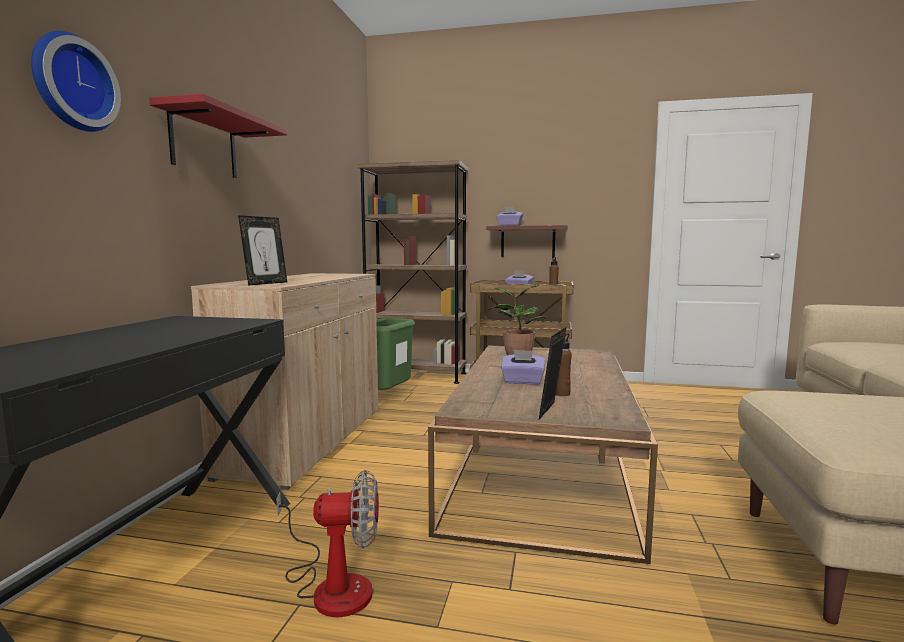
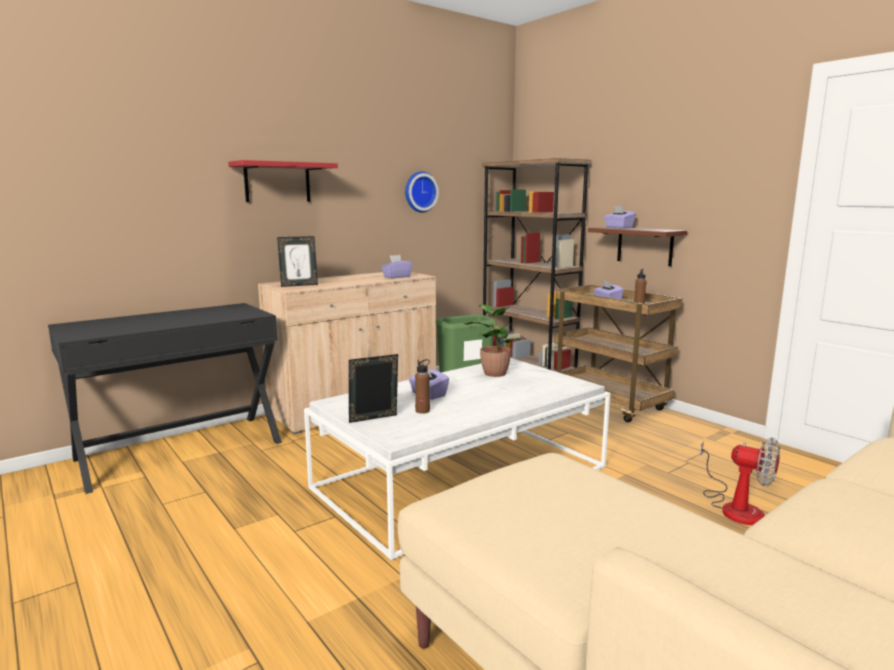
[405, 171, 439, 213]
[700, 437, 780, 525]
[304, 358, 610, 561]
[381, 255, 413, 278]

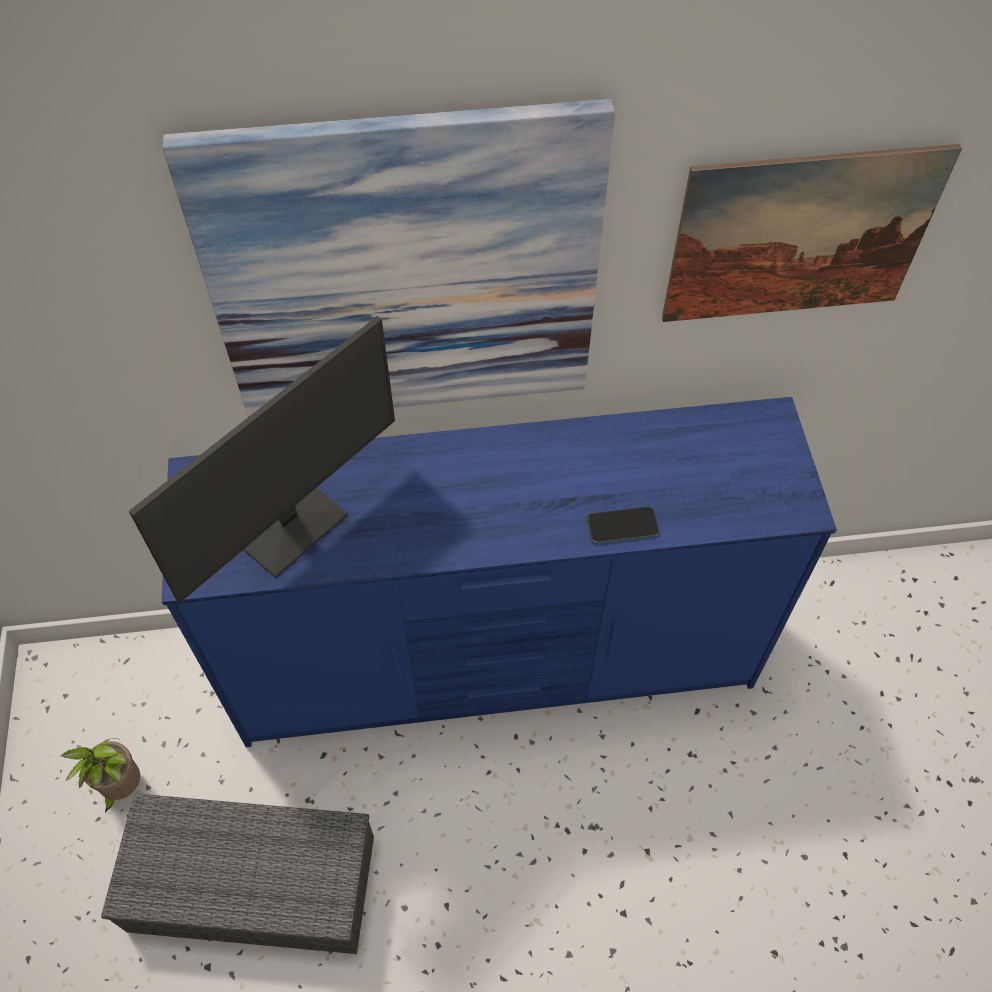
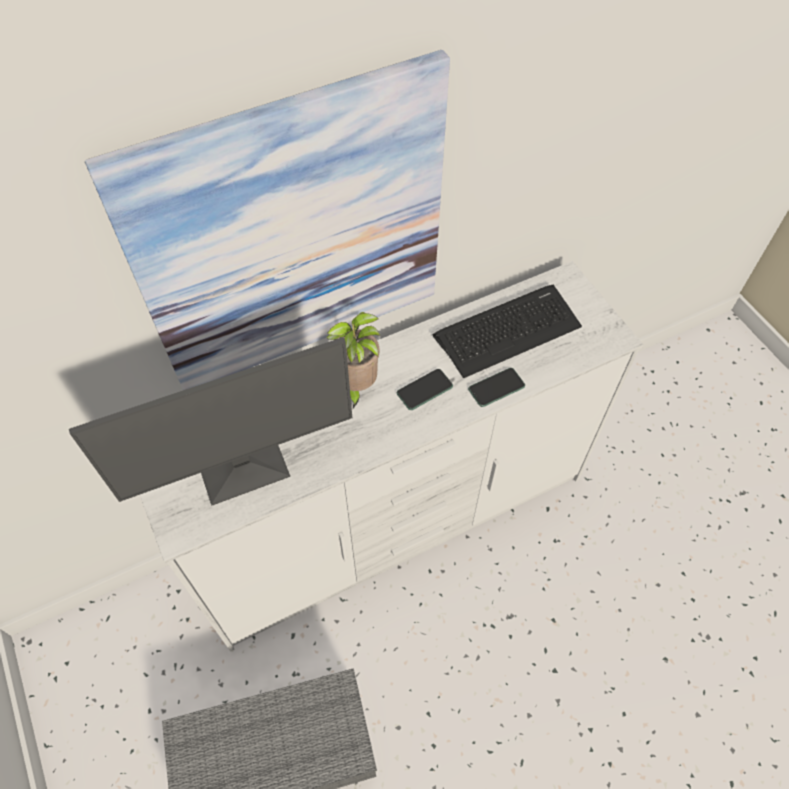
[326, 312, 380, 408]
[69, 337, 352, 505]
[140, 261, 643, 651]
[662, 144, 962, 322] (first image)
[397, 369, 453, 410]
[432, 285, 582, 378]

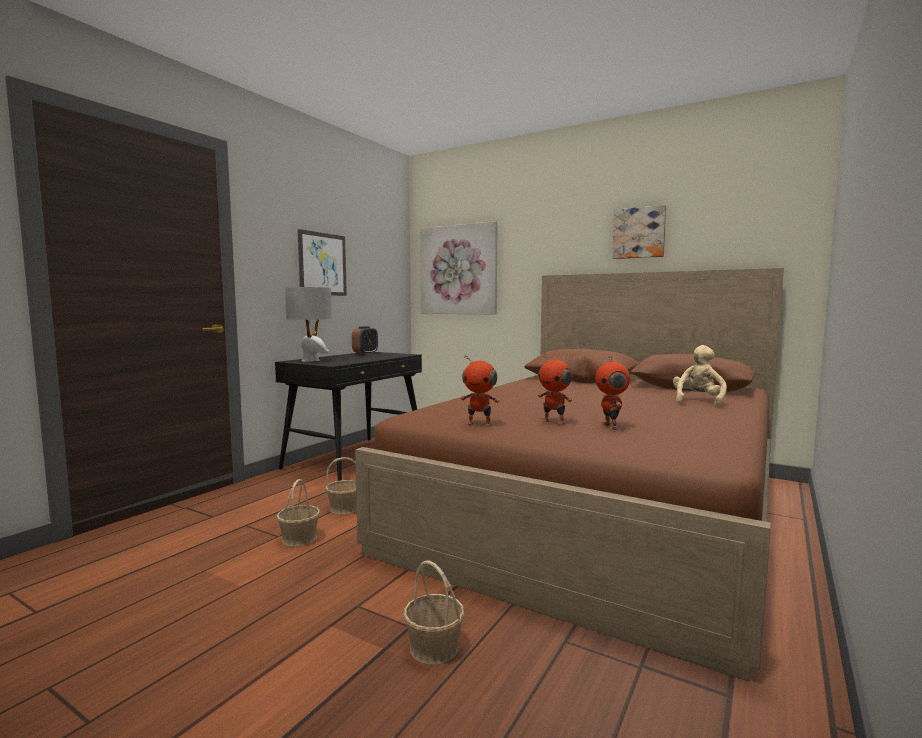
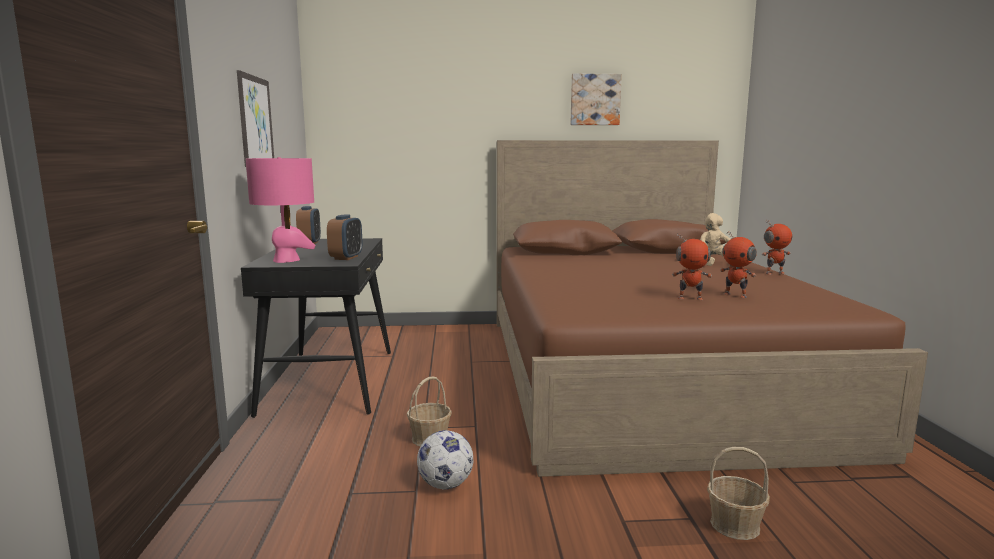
[417, 430, 473, 489]
[246, 157, 316, 263]
[420, 221, 498, 314] (first image)
[762, 221, 793, 275]
[327, 215, 363, 260]

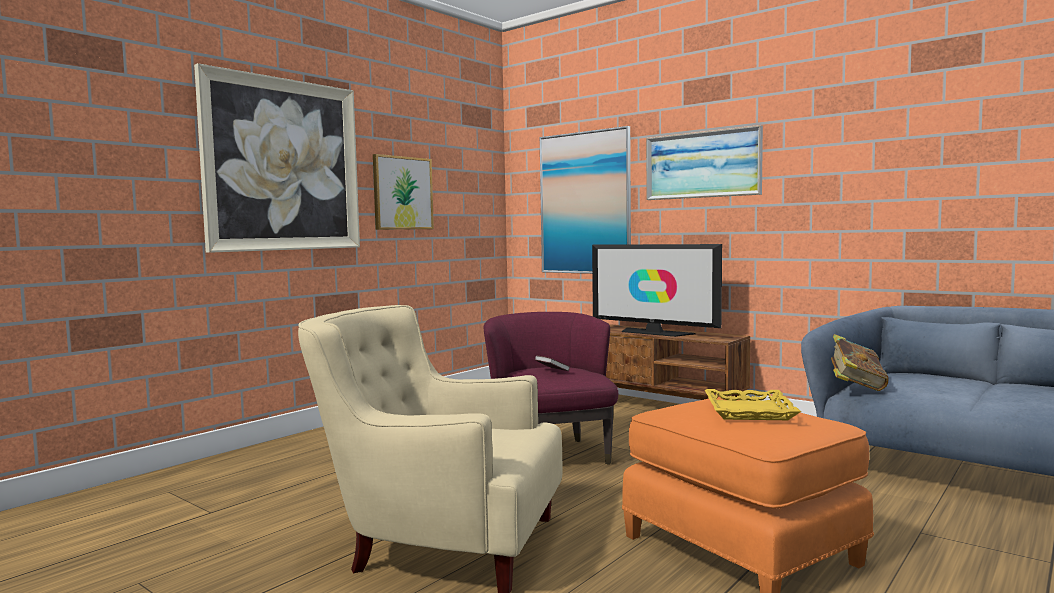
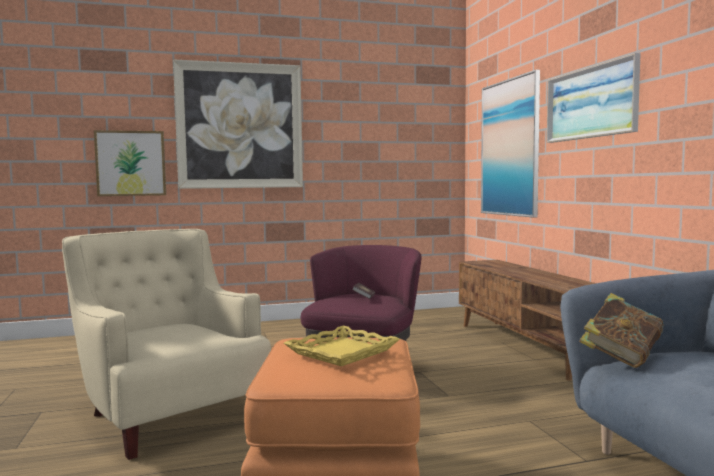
[94, 130, 166, 196]
[592, 244, 722, 337] (first image)

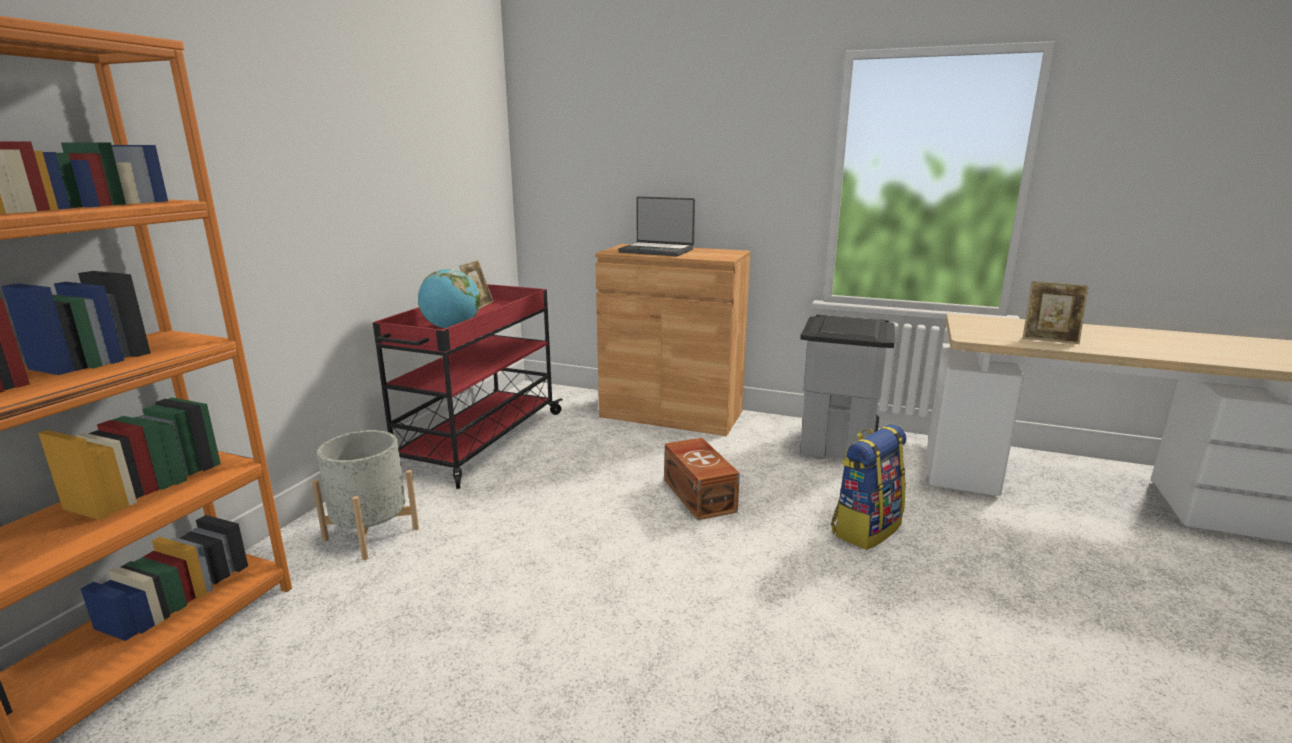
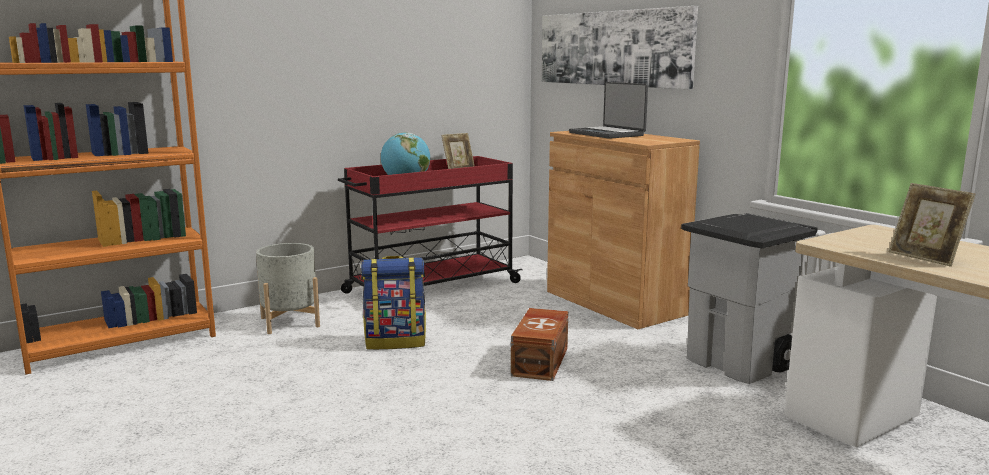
[361, 256, 426, 350]
[542, 6, 698, 89]

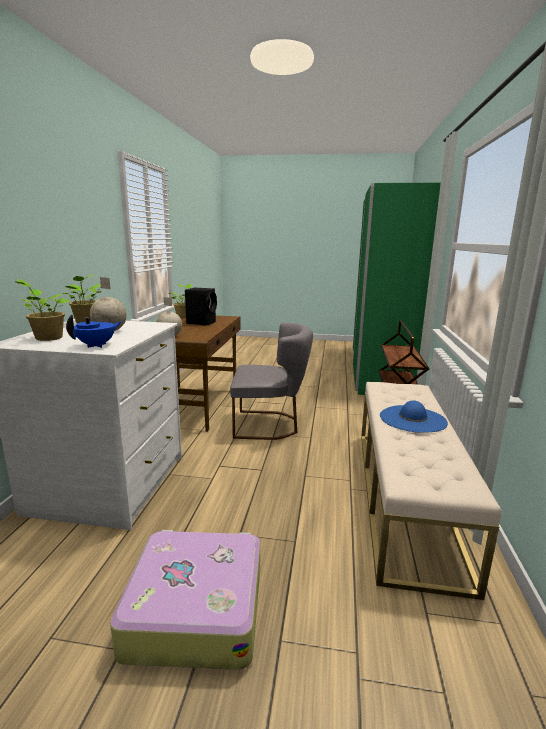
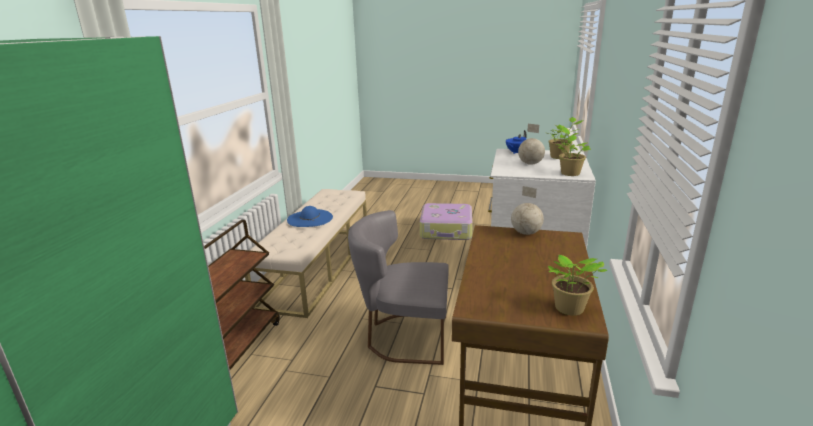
[185, 288, 217, 325] (first image)

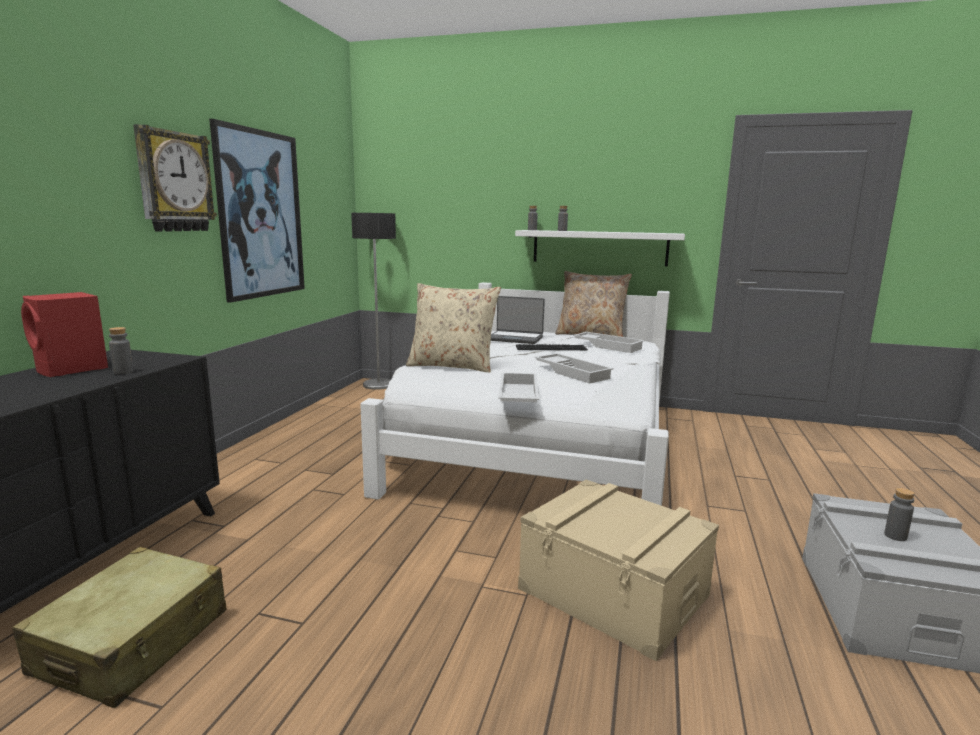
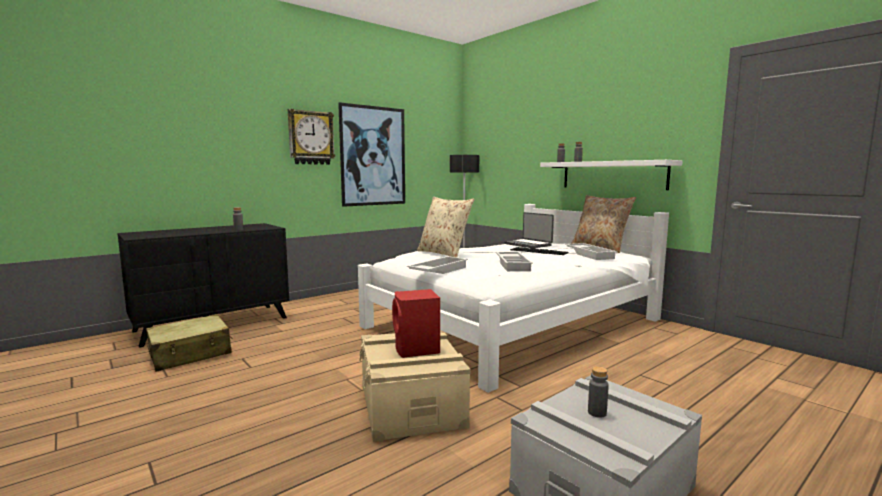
[392, 289, 440, 358]

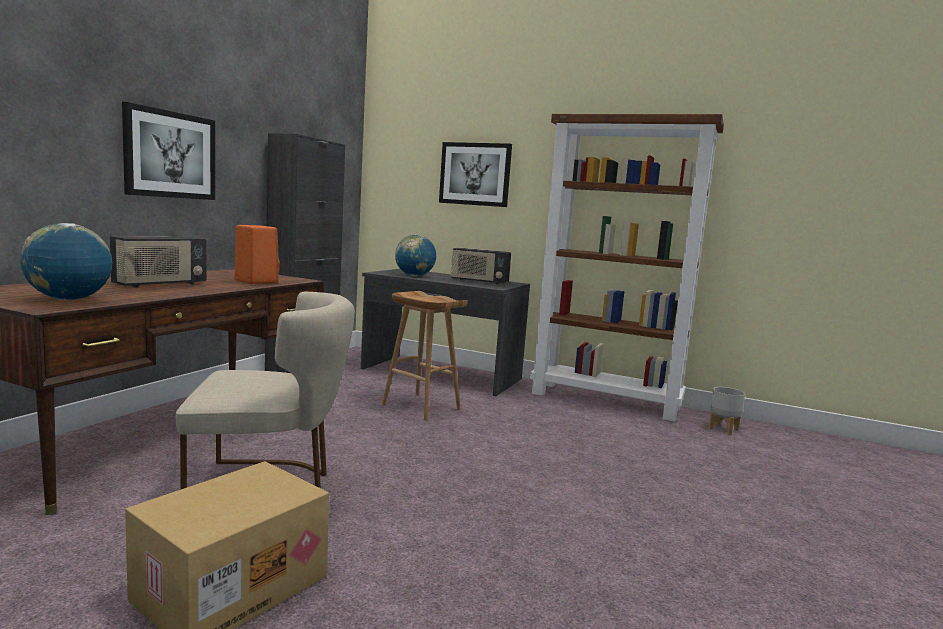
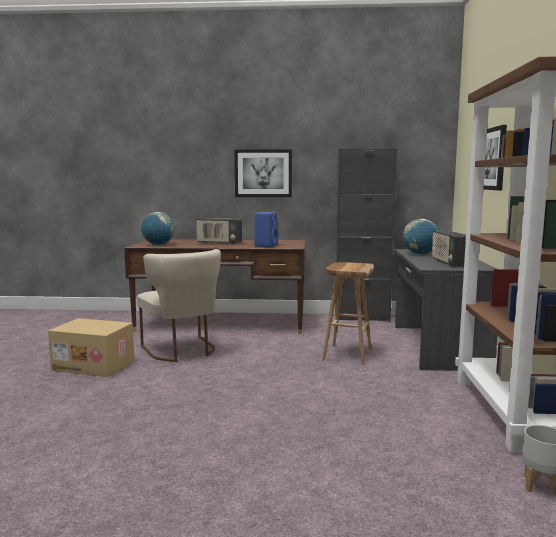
[255, 212, 278, 247]

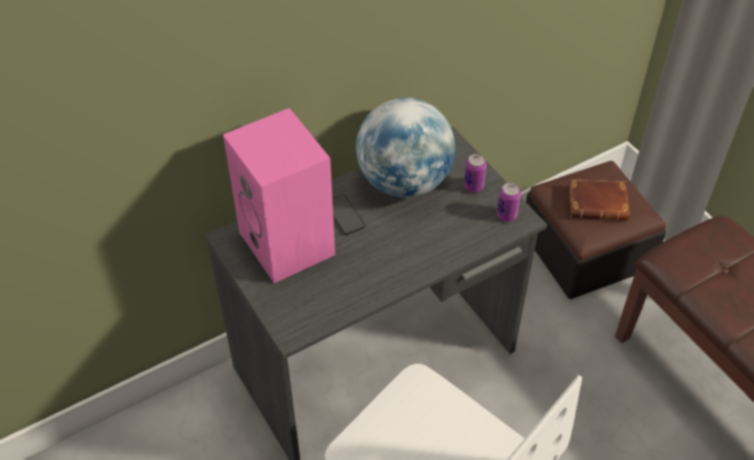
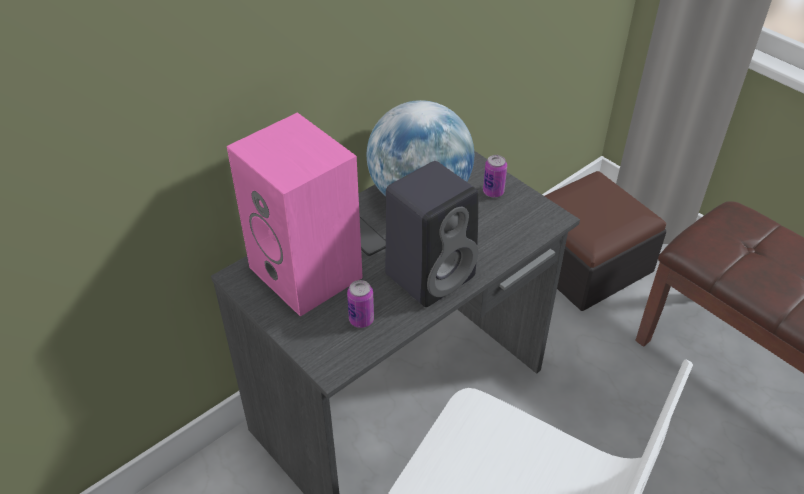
[347, 280, 374, 328]
[568, 179, 630, 220] (first image)
[385, 161, 478, 307]

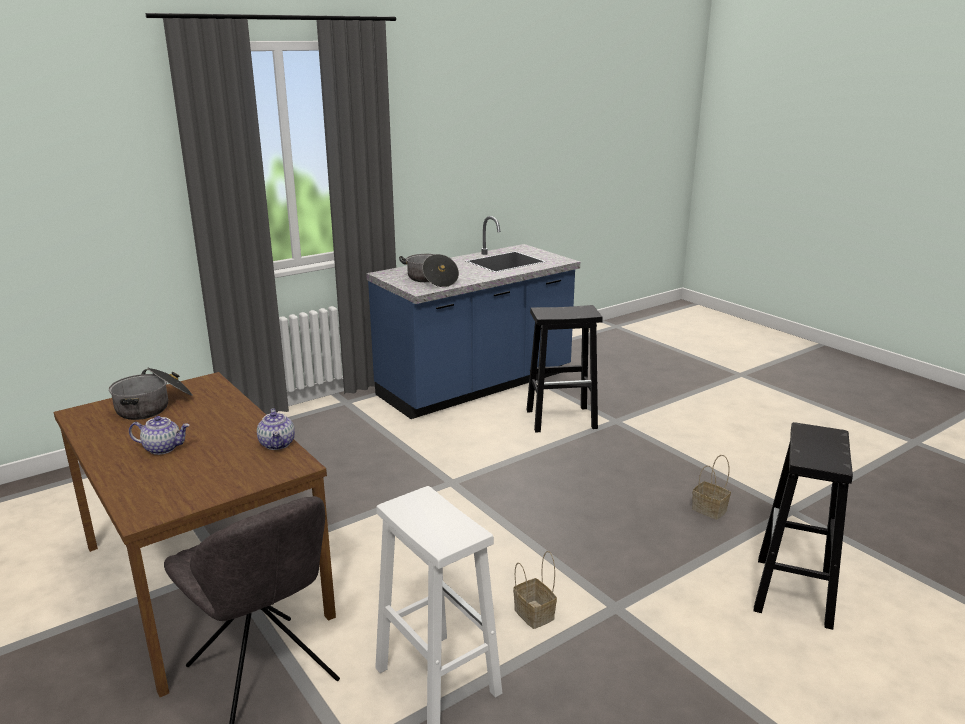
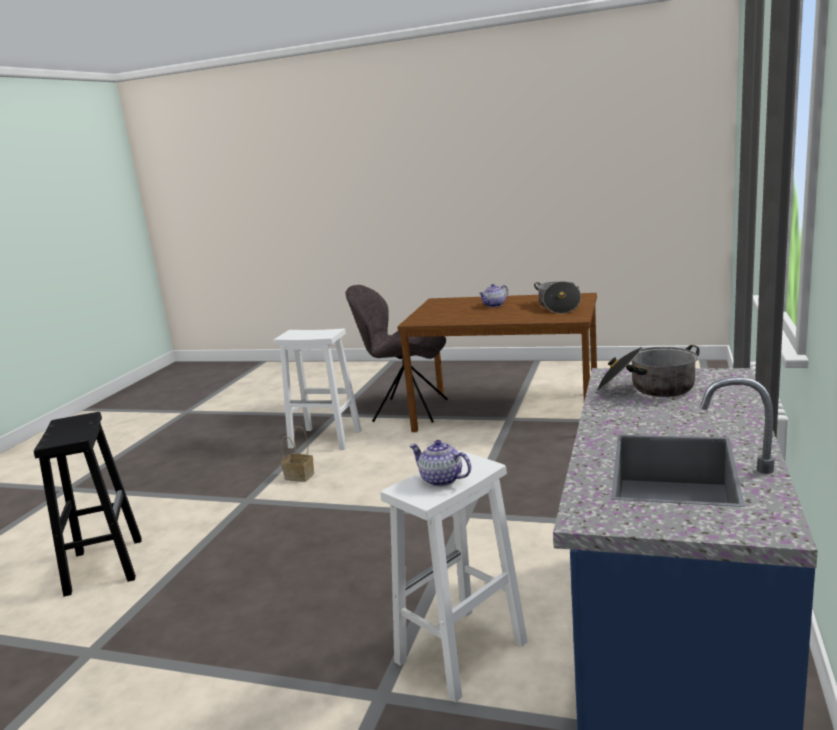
[409, 440, 471, 487]
[380, 450, 528, 703]
[692, 455, 731, 520] (first image)

